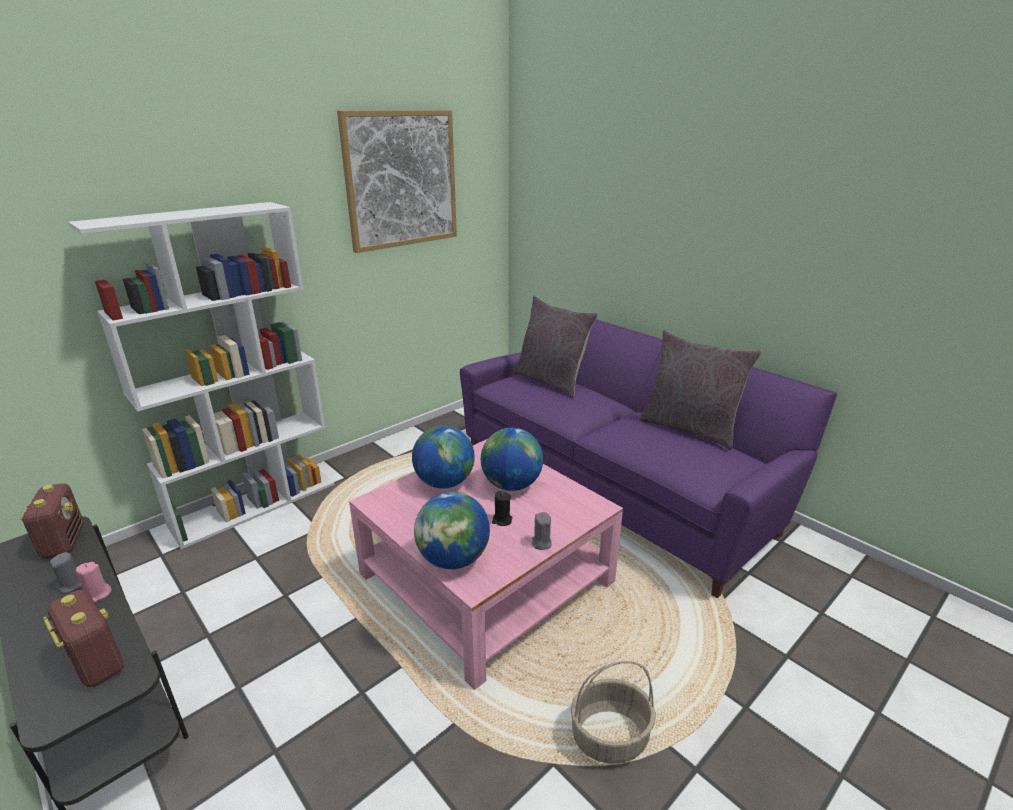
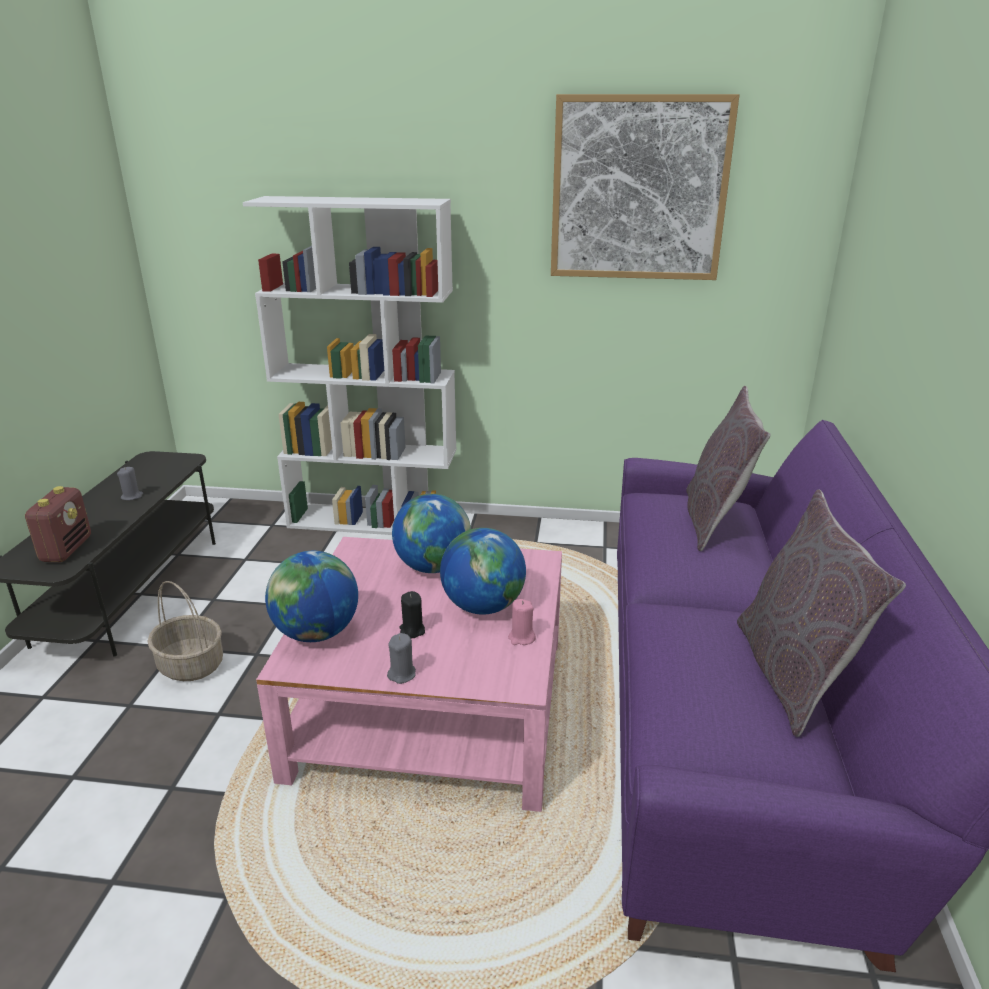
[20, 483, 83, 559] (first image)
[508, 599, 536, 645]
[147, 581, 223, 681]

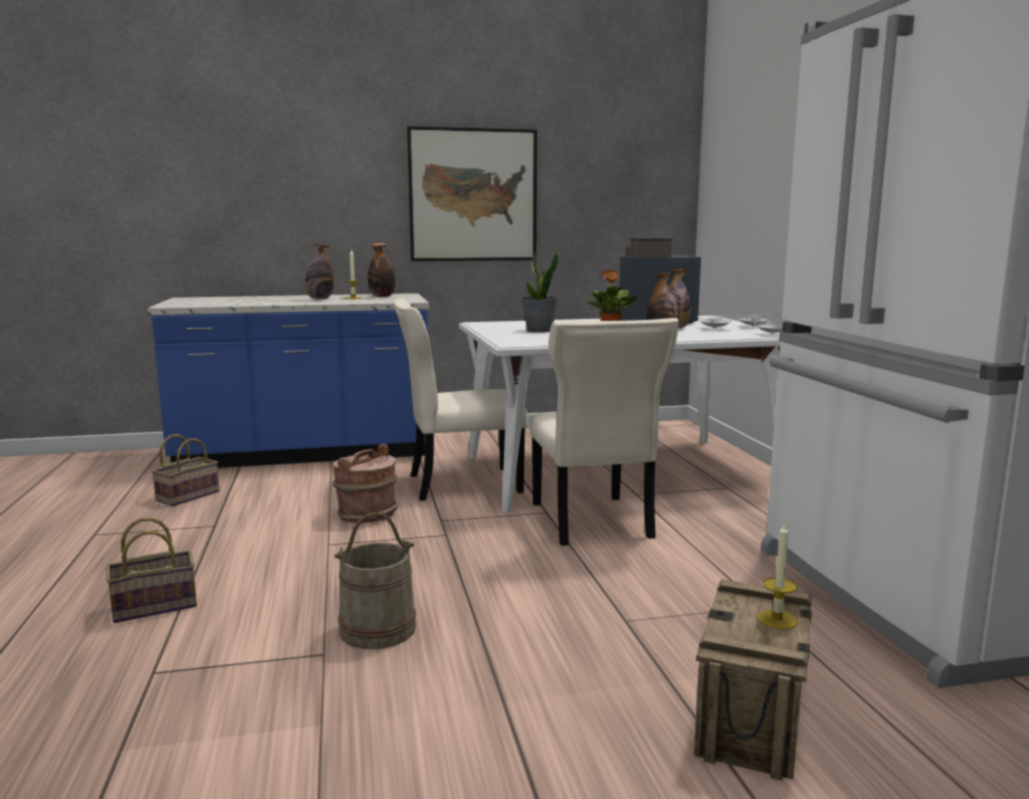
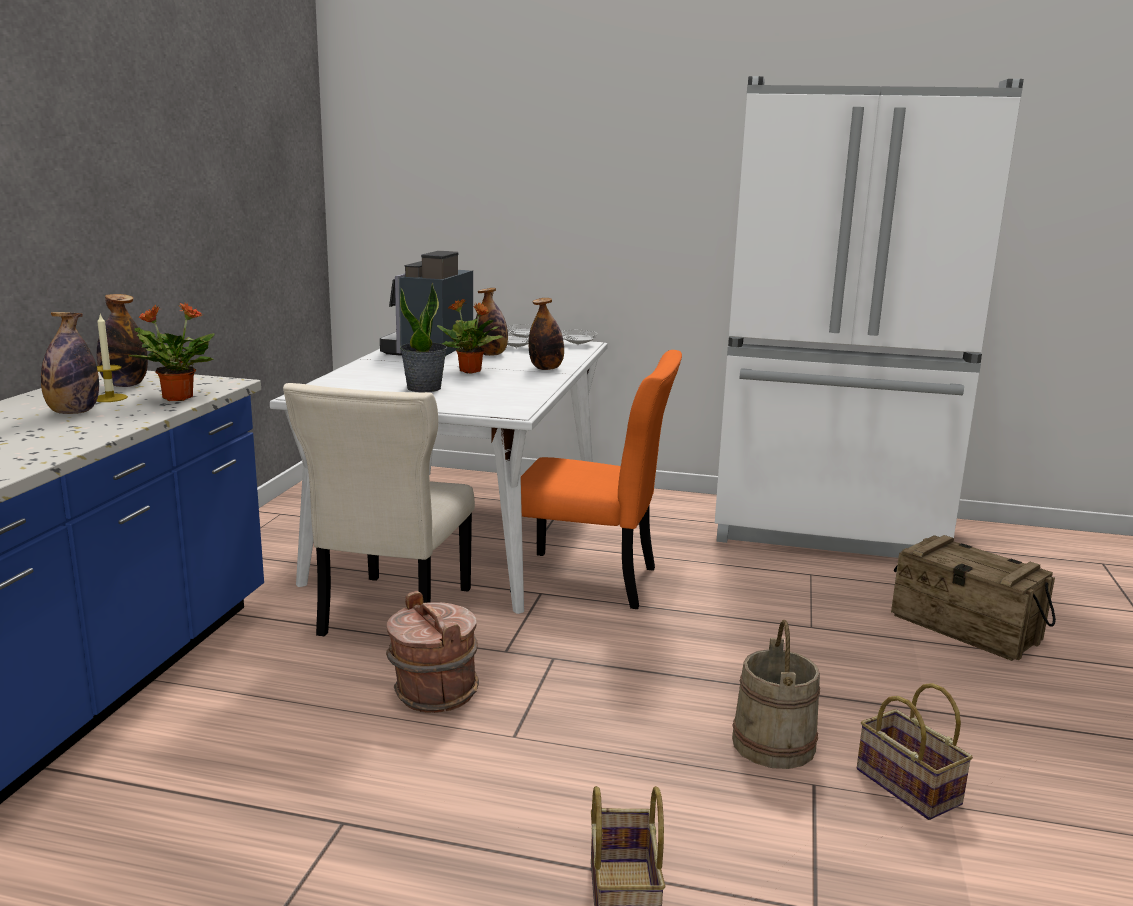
[857, 683, 973, 820]
[407, 126, 537, 261] (first image)
[510, 350, 682, 609]
[757, 523, 798, 630] (first image)
[129, 303, 215, 401]

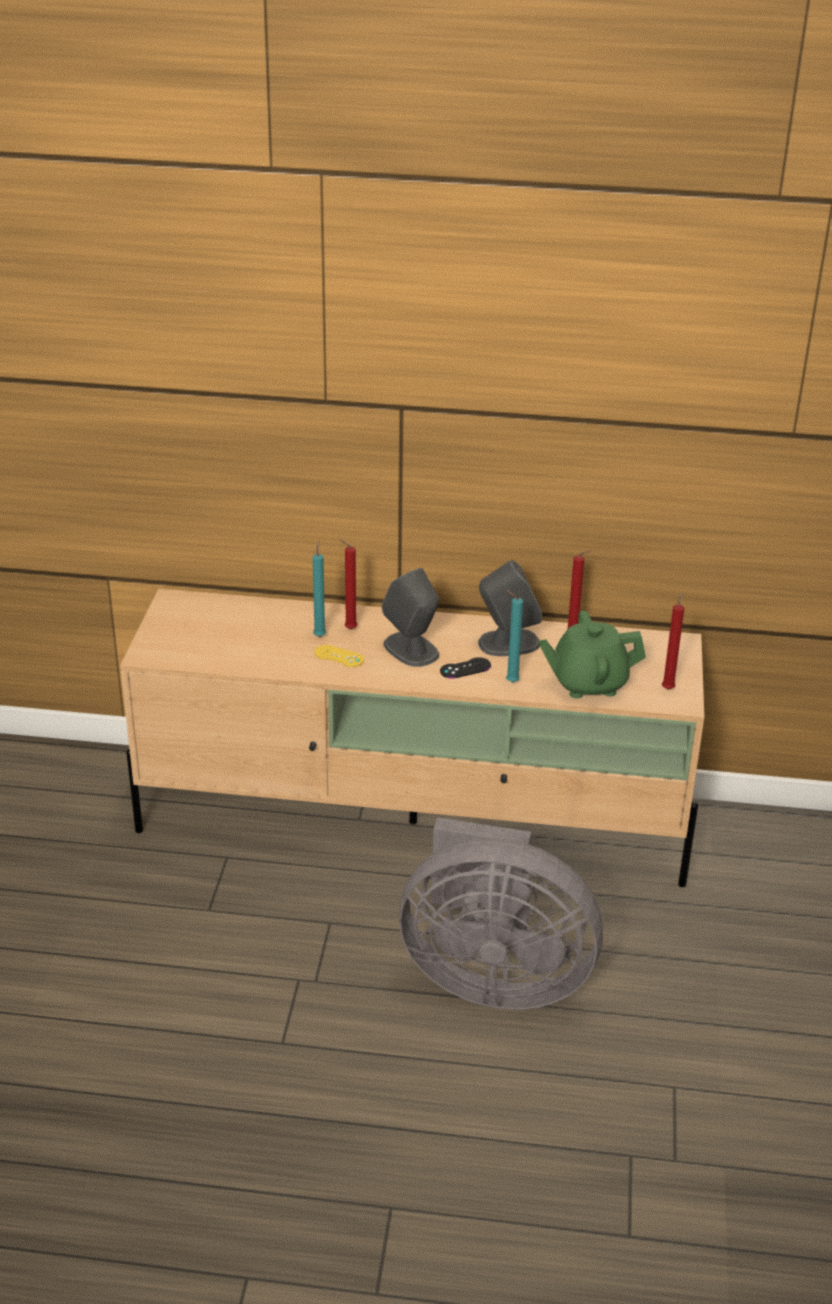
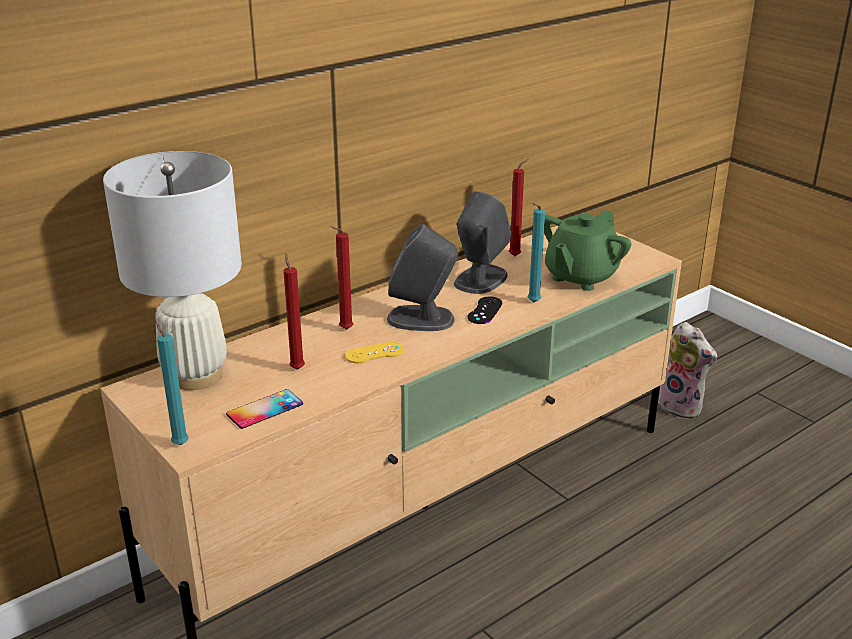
[155, 319, 189, 445]
[399, 817, 603, 1009] (first image)
[283, 253, 305, 370]
[103, 151, 242, 390]
[226, 389, 303, 429]
[658, 322, 717, 419]

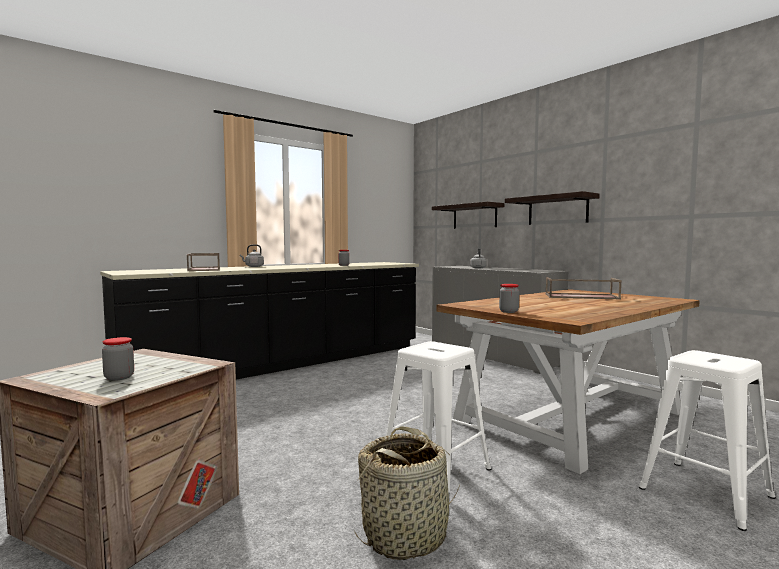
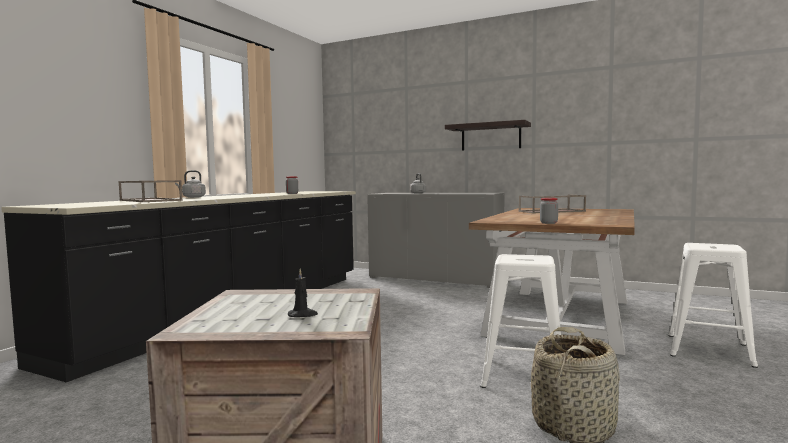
[288, 268, 318, 317]
[432, 202, 504, 229] (first image)

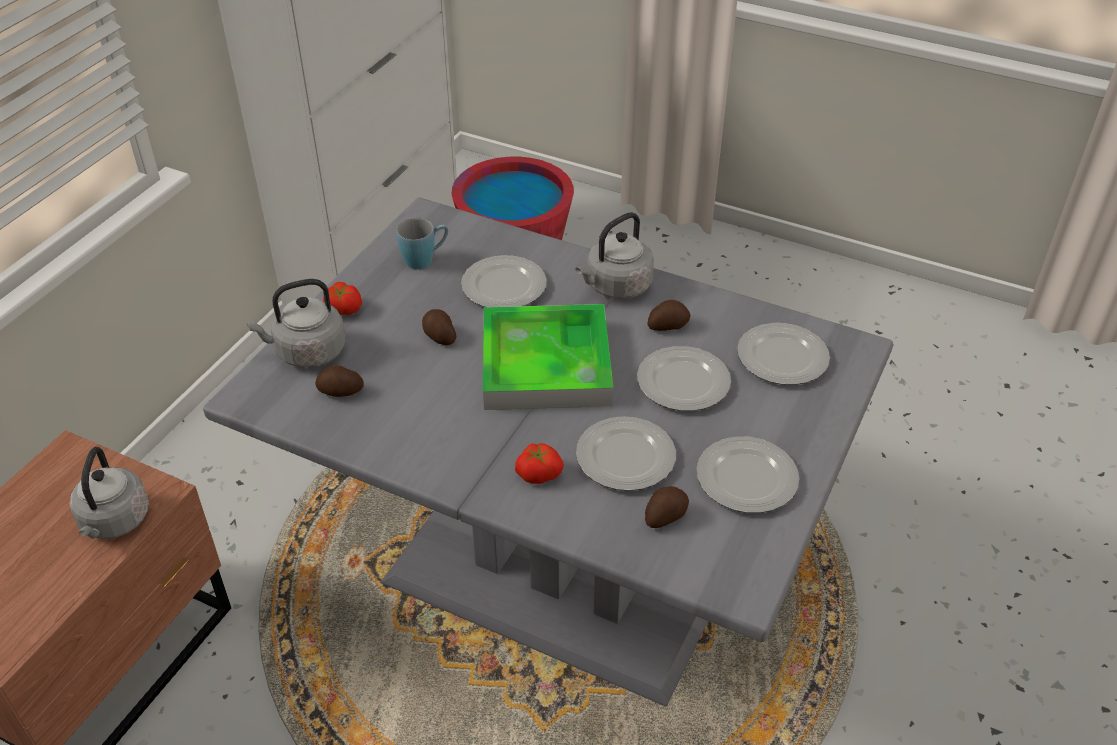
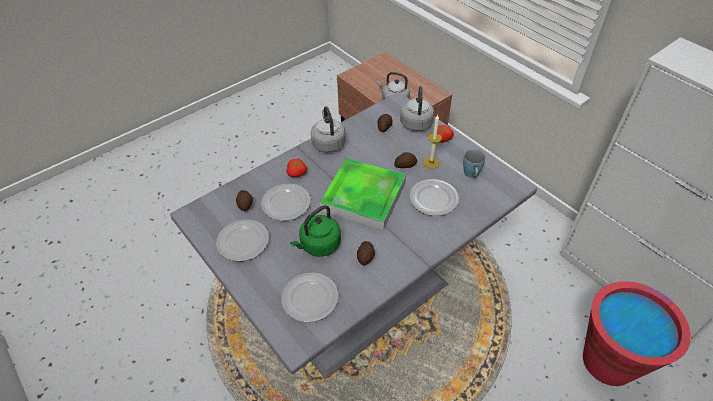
[311, 106, 346, 153]
[290, 205, 341, 257]
[423, 115, 442, 169]

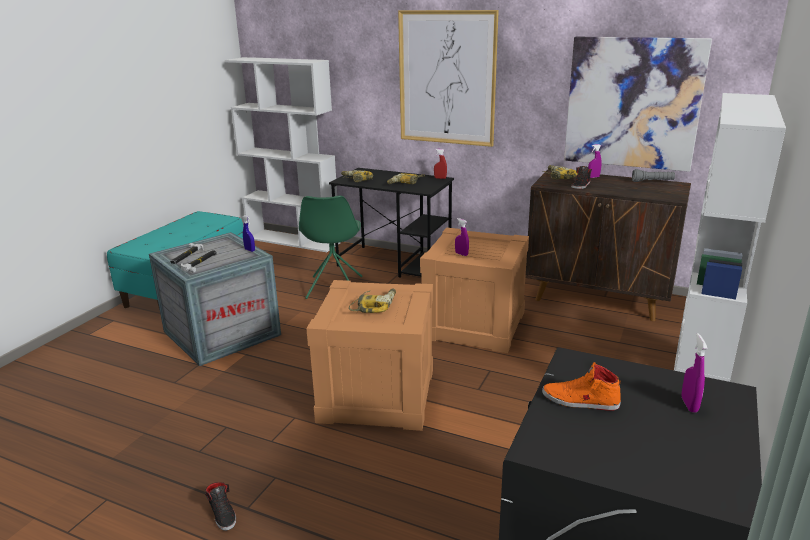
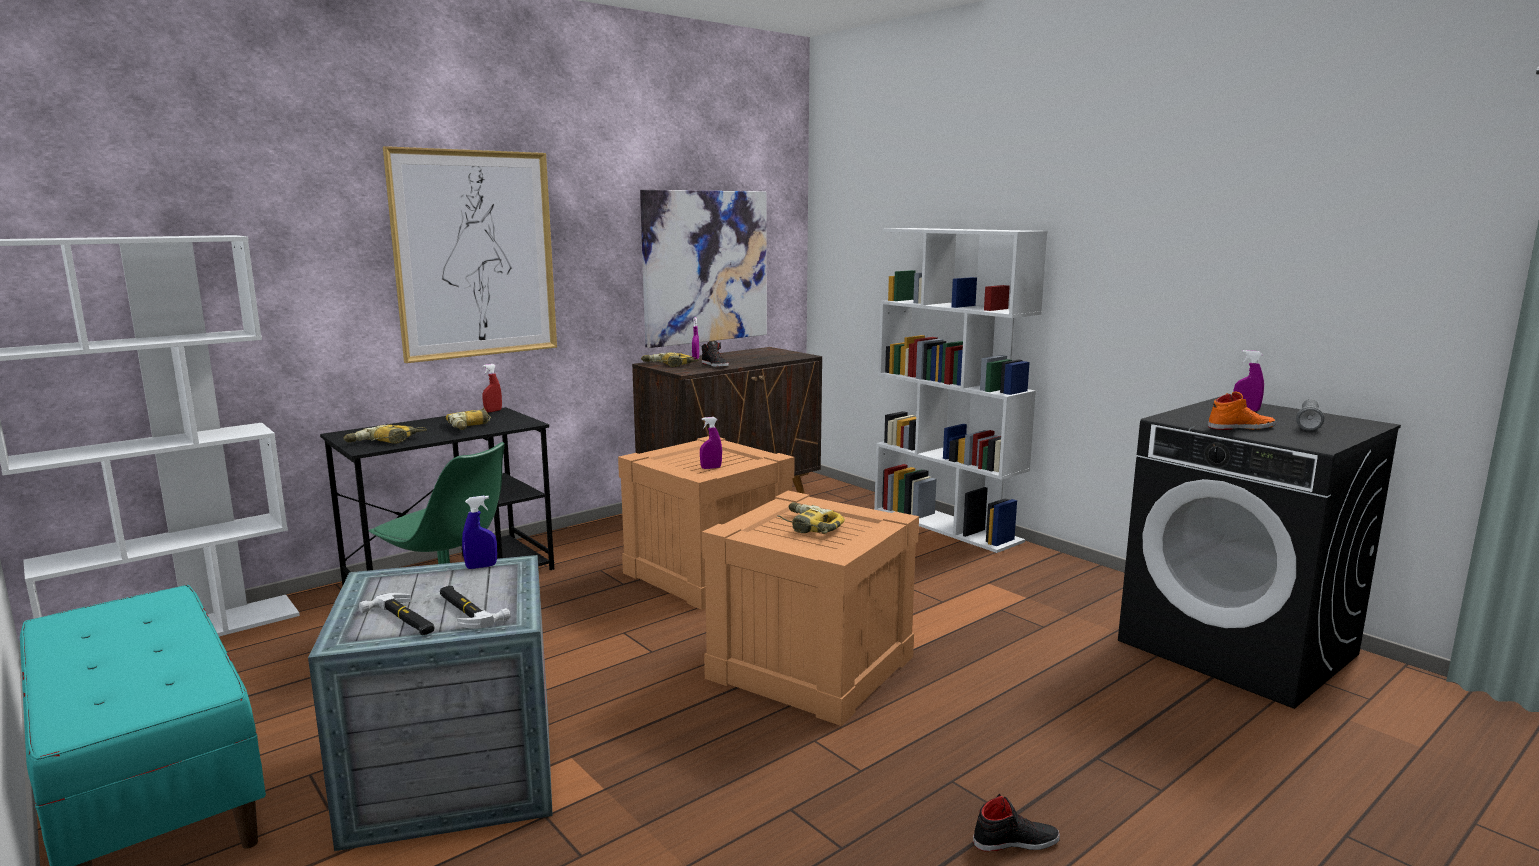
[1208, 392, 1276, 430]
[1296, 399, 1324, 431]

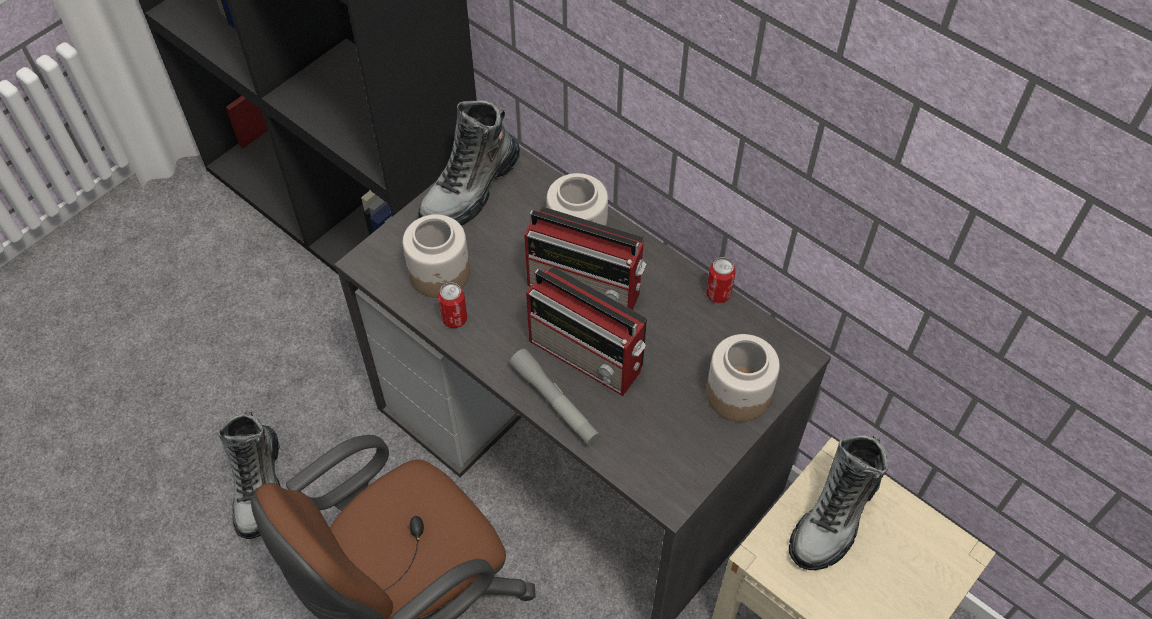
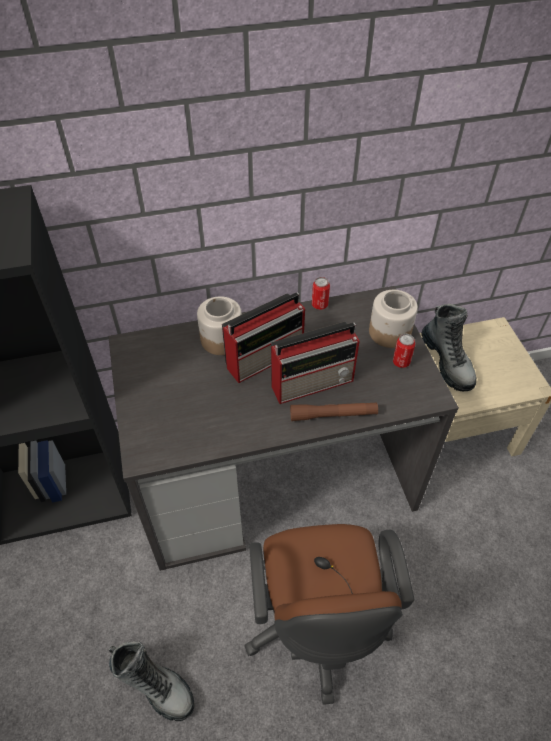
[403, 214, 470, 298] (first image)
[418, 100, 520, 225] (first image)
[393, 334, 415, 368]
[290, 402, 378, 421]

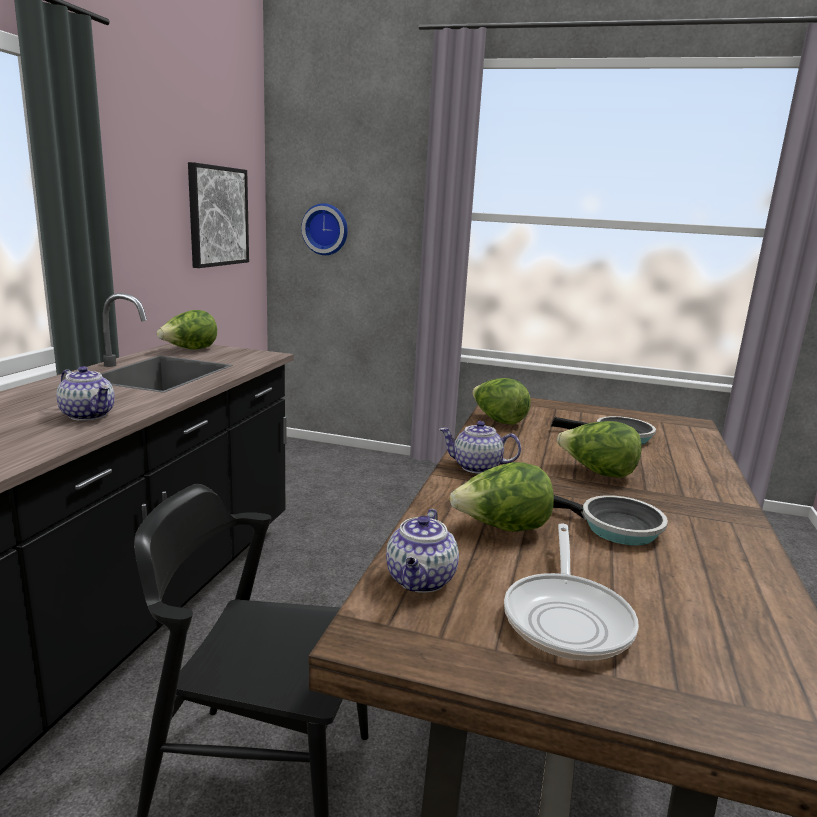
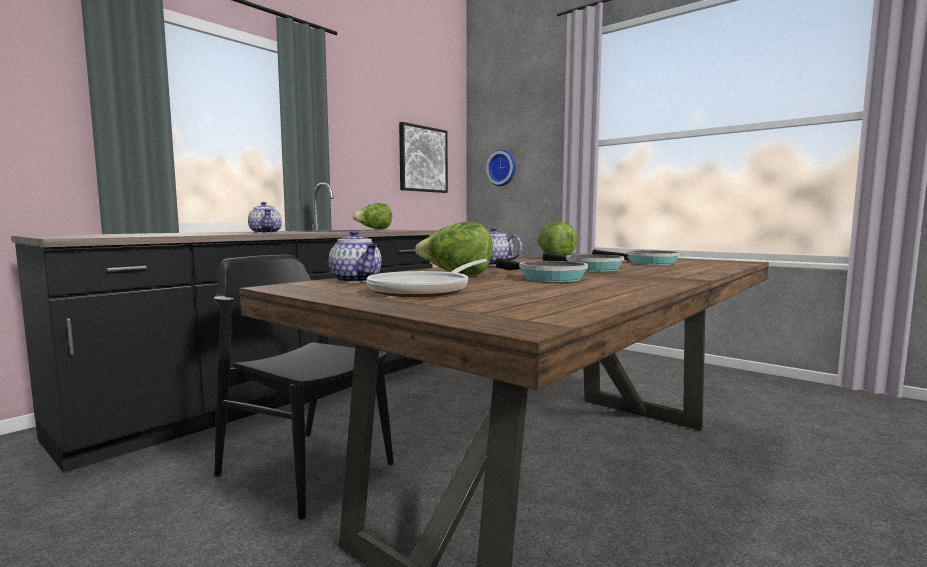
[328, 230, 382, 283]
[543, 252, 624, 272]

